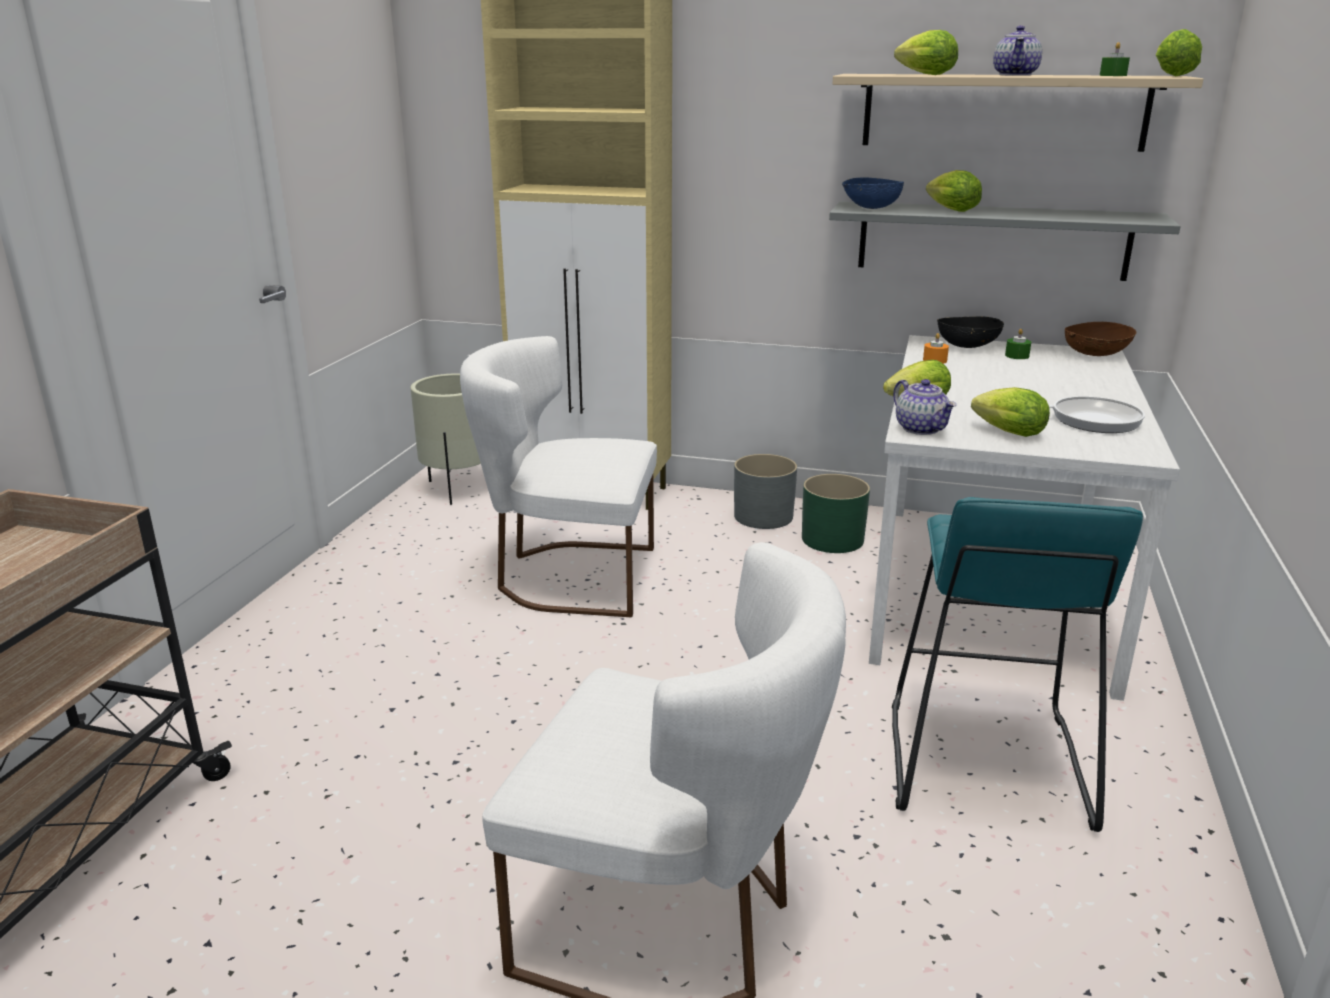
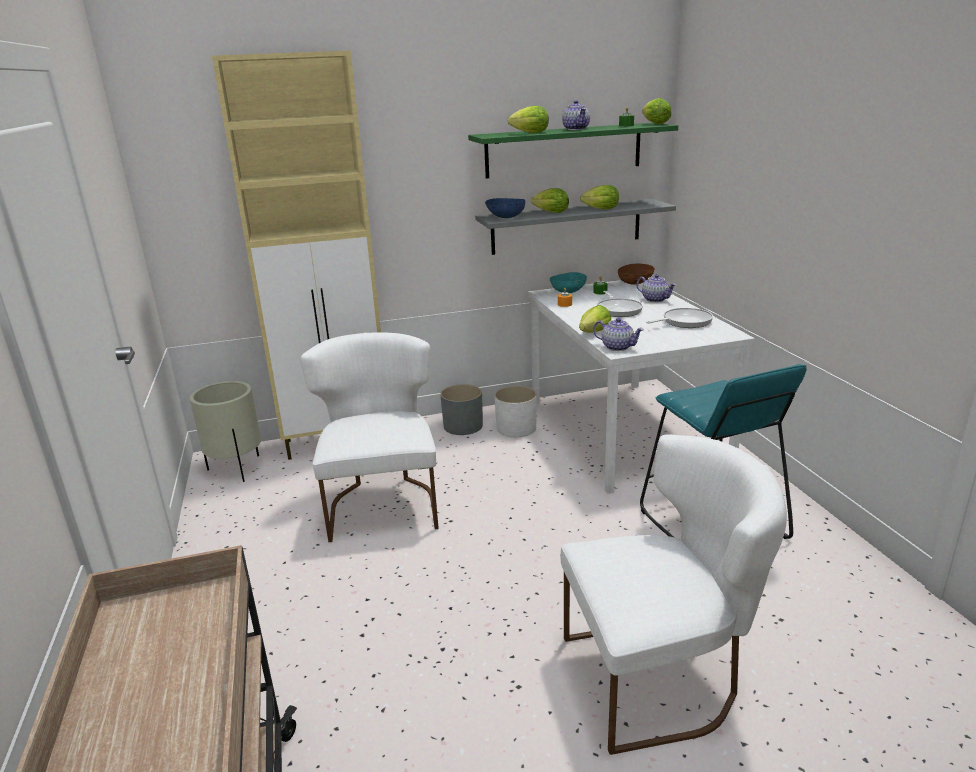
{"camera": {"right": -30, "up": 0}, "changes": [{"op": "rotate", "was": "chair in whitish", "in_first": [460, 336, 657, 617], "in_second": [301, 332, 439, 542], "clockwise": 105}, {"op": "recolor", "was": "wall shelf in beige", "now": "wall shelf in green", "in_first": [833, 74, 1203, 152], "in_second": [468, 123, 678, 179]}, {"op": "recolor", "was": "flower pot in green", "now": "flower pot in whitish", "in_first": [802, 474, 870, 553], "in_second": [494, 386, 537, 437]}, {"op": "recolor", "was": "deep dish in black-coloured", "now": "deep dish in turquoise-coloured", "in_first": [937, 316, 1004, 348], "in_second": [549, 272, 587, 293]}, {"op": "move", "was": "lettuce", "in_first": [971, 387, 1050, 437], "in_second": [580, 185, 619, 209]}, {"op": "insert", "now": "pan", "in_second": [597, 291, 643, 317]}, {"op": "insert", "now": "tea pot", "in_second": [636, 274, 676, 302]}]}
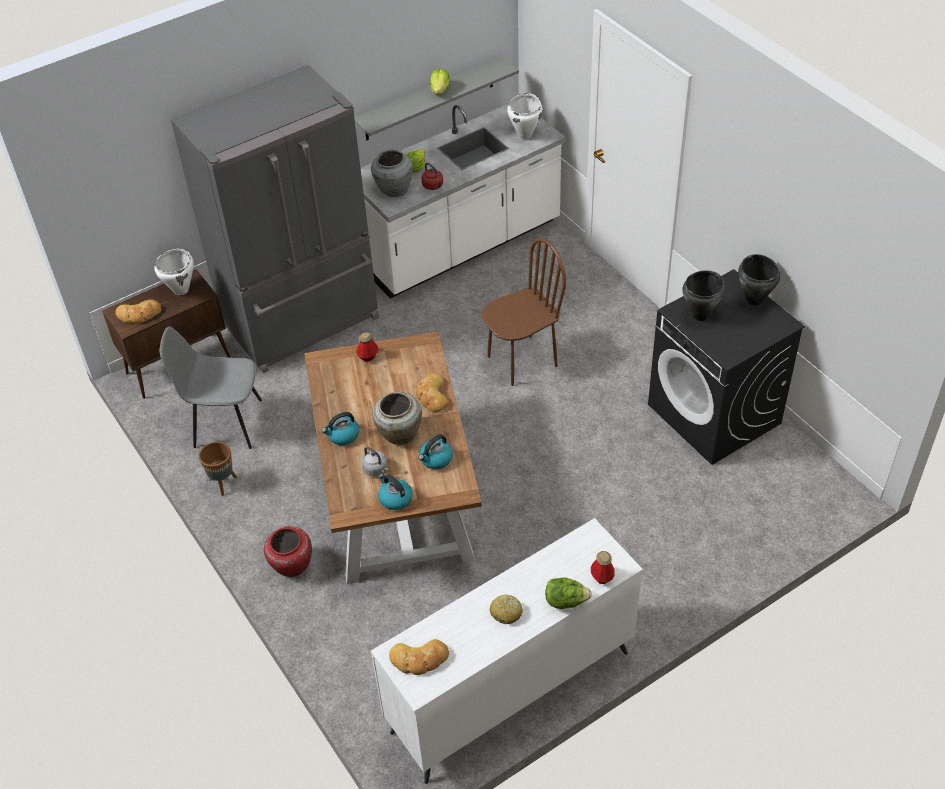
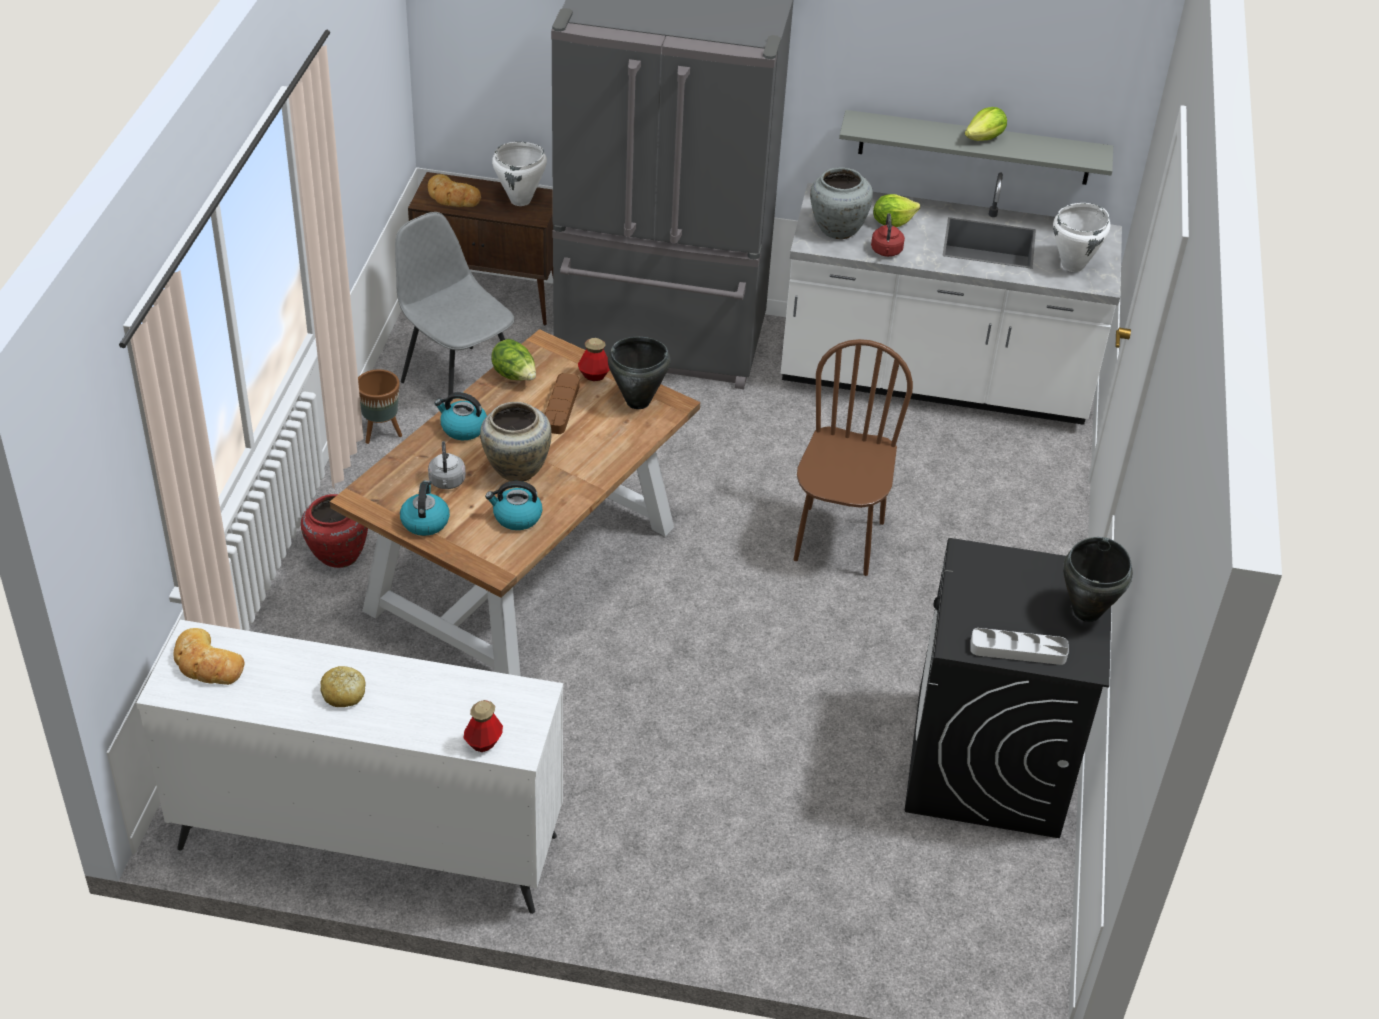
{"camera": {"right": 40, "up": -5}, "changes": [{"op": "move", "was": "lettuce", "in_first": [545, 578, 592, 609], "in_second": [491, 339, 536, 380]}, {"op": "insert", "now": "carrying tray in brown", "in_second": [545, 373, 580, 434]}, {"op": "move", "was": "saucepot in black-coloured", "in_first": [682, 270, 725, 321], "in_second": [608, 337, 671, 409]}, {"op": "rotate", "was": "chair in brown", "in_first": [482, 238, 566, 386], "in_second": [794, 339, 913, 576], "clockwise": -90}, {"op": "insert", "now": "carrying tray in grey", "in_second": [971, 628, 1069, 665]}, {"op": "delete", "was": "bread", "in_first": [416, 373, 449, 413]}]}
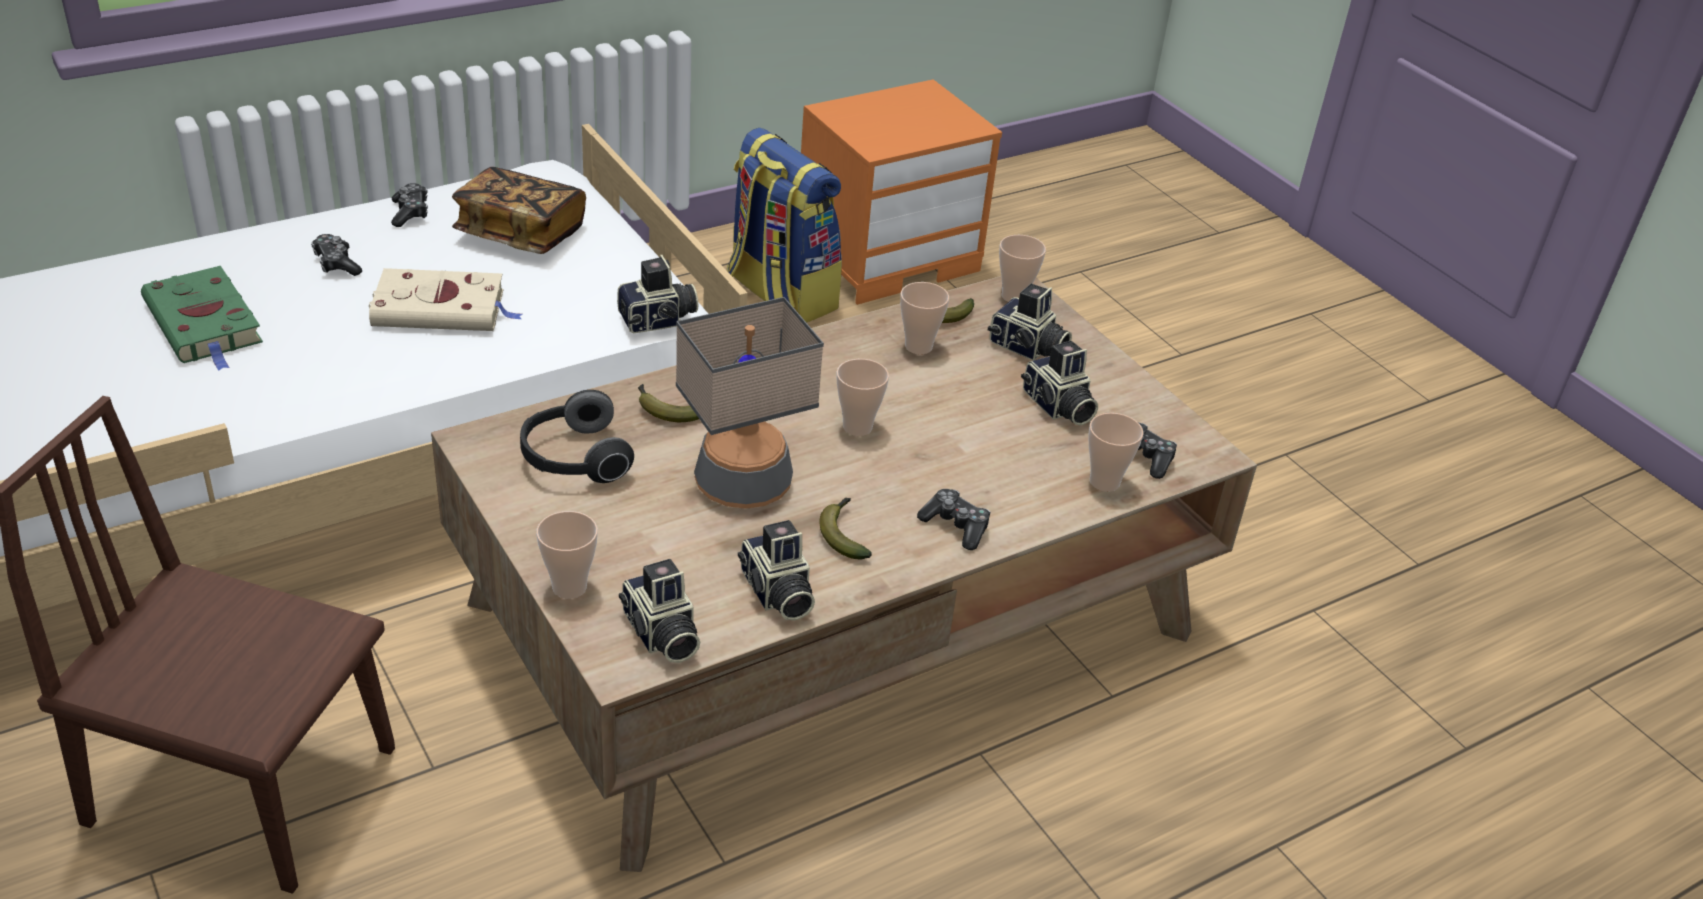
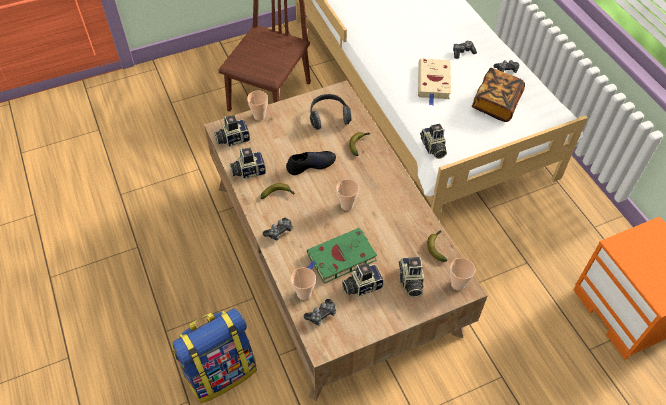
{"camera": {"right": 100, "up": 15}, "changes": [{"op": "move", "was": "backpack", "in_first": [727, 128, 842, 323], "in_second": [172, 308, 257, 404]}, {"op": "replace", "was": "tabletop lamp", "now": "item of footwear in black-coloured", "in_first": [676, 297, 824, 509], "in_second": [286, 151, 336, 175]}, {"op": "move", "was": "book in green", "in_first": [141, 266, 263, 371], "in_second": [305, 228, 377, 283]}, {"op": "rotate", "was": "photo camera", "in_first": [988, 284, 1072, 361], "in_second": [399, 257, 424, 297], "clockwise": -45}, {"op": "delete", "was": "small cup", "in_first": [900, 282, 949, 354]}]}
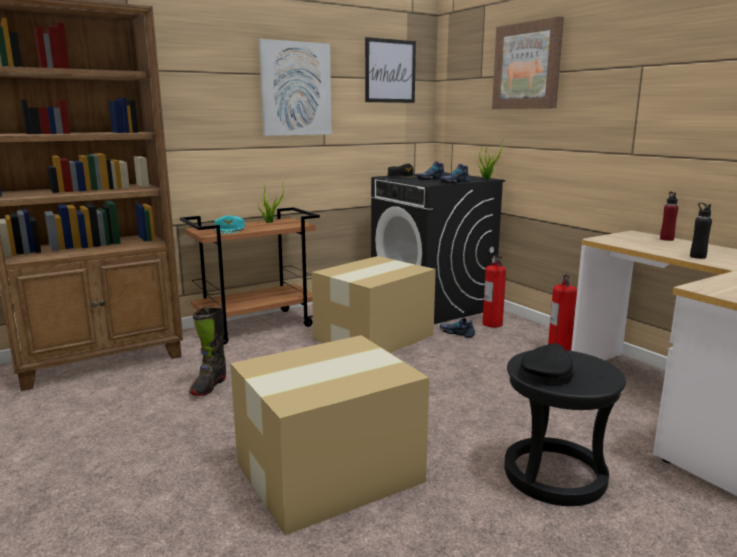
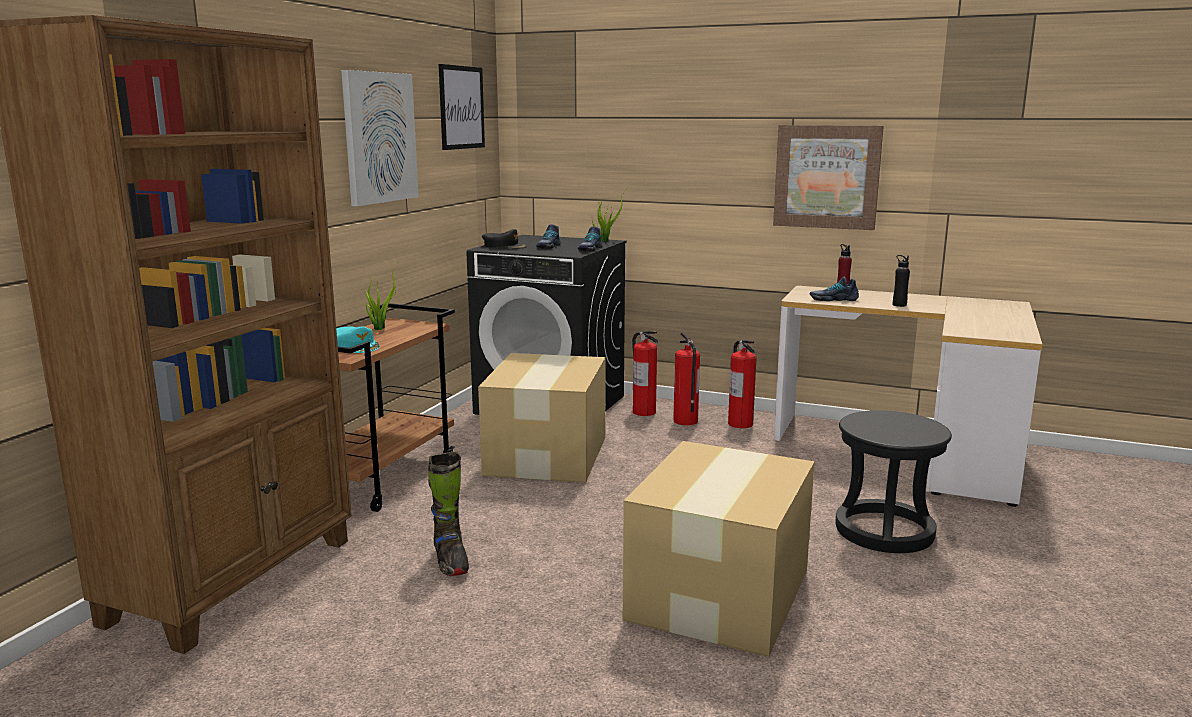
{"camera": {"right": -35, "up": 0}, "changes": [{"op": "insert", "now": "extinguisher", "in_second": [673, 332, 700, 425]}, {"op": "move", "was": "wall picture", "in_first": [492, 16, 564, 109], "in_second": [773, 125, 884, 230]}, {"op": "move", "was": "item of footwear", "in_first": [440, 317, 475, 338], "in_second": [810, 276, 859, 301]}, {"op": "delete", "was": "peaked cap in black-coloured", "in_first": [520, 343, 576, 385]}]}
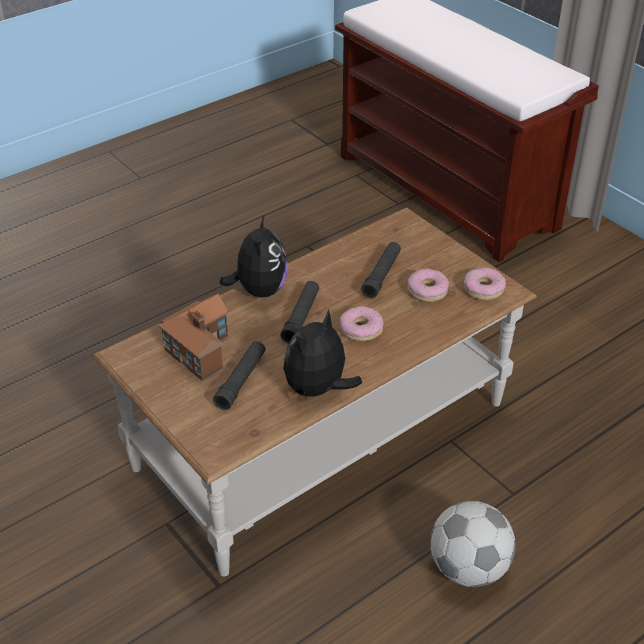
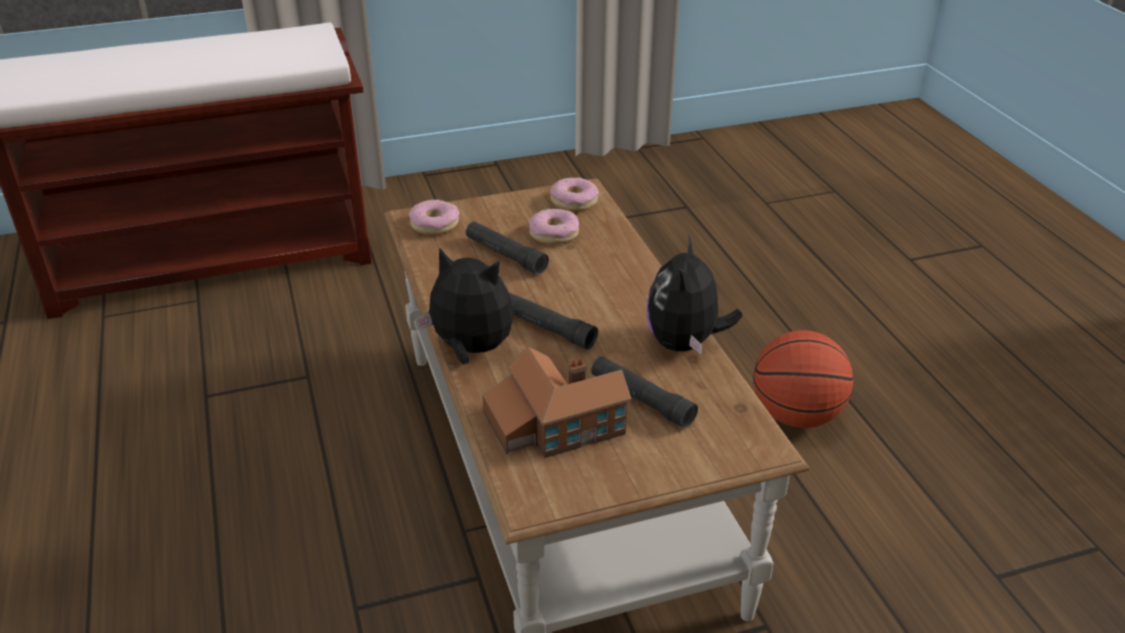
{"camera": {"right": -70, "up": -5}, "changes": [{"op": "move", "was": "ring doughnut", "in_first": [339, 306, 384, 341], "in_second": [409, 199, 459, 235]}, {"op": "rotate", "was": "plush toy", "in_first": [283, 309, 362, 401], "in_second": [647, 234, 742, 355], "clockwise": 45}, {"op": "replace", "was": "ball for football", "now": "basketball", "in_first": [430, 501, 516, 587], "in_second": [753, 330, 853, 428]}]}
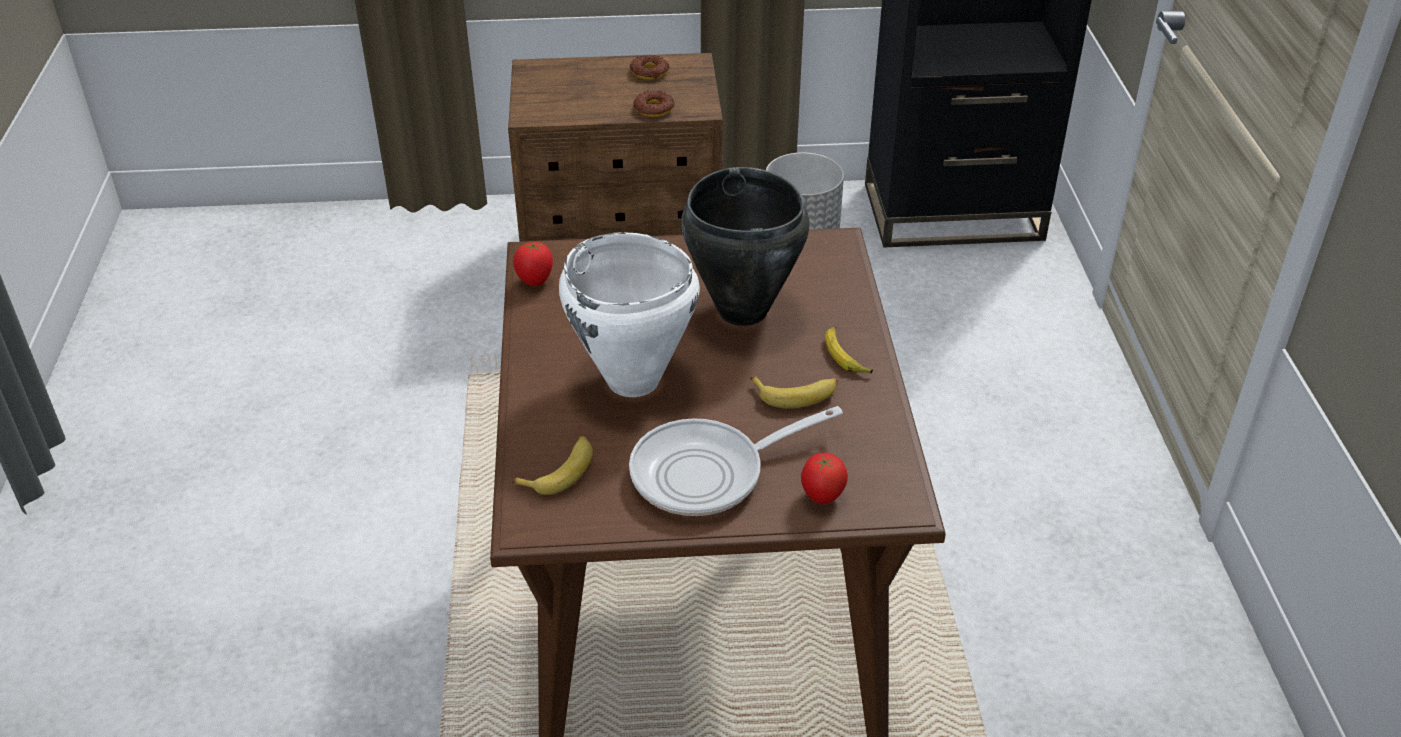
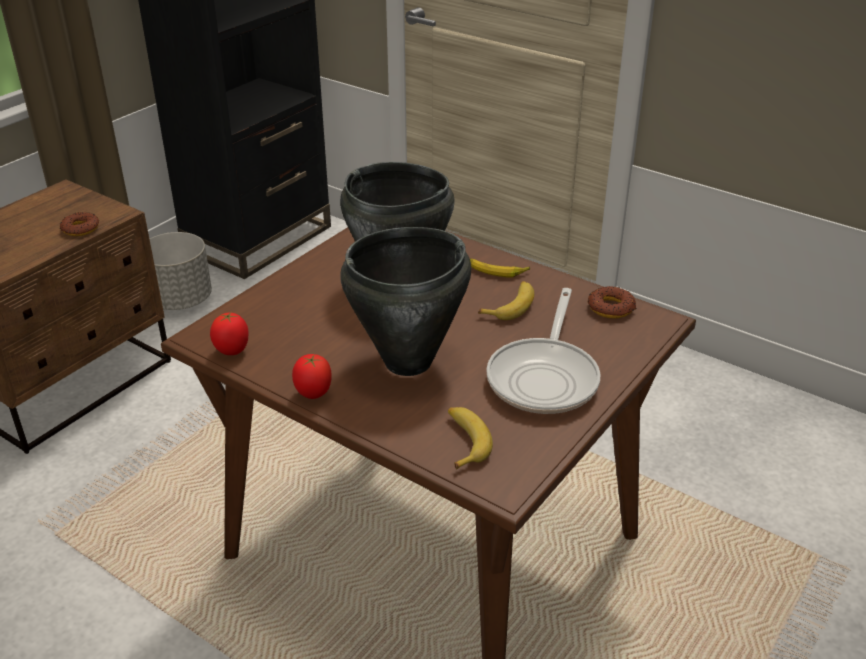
{"camera": {"right": -50, "up": -5}, "changes": [{"op": "move", "was": "whole tomato", "in_first": [801, 453, 848, 504], "in_second": [292, 354, 332, 399]}, {"op": "recolor", "was": "saucepot in whitish", "now": "saucepot in black-coloured", "in_first": [559, 232, 700, 397], "in_second": [340, 227, 471, 376]}, {"op": "move", "was": "ring doughnut", "in_first": [630, 55, 669, 80], "in_second": [588, 286, 636, 318]}]}
